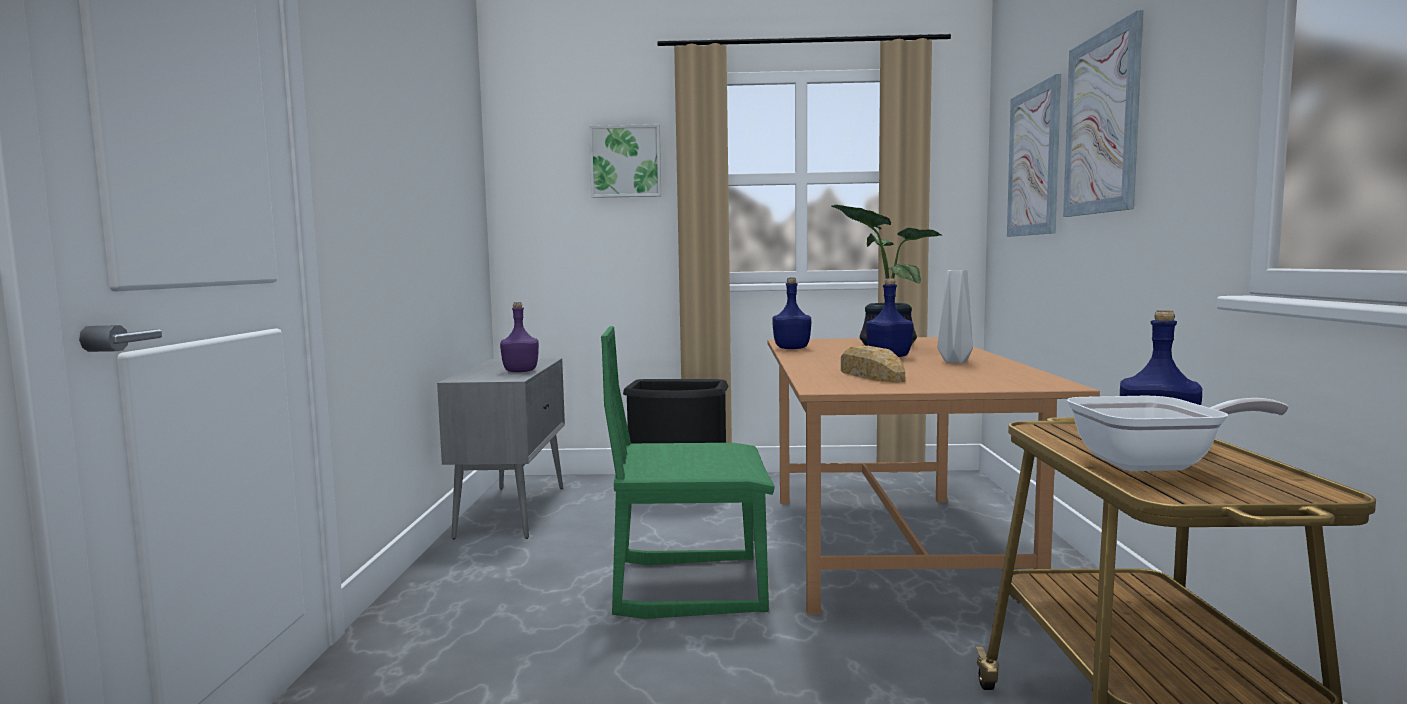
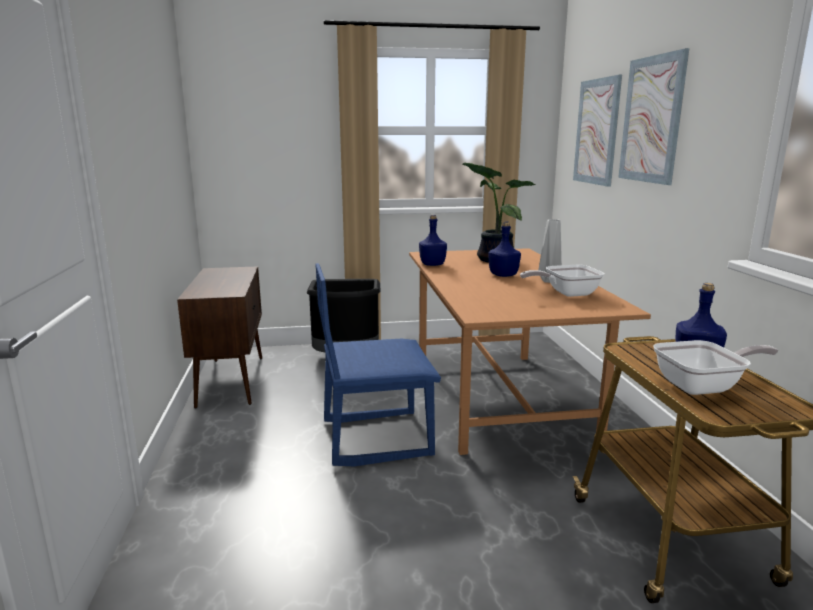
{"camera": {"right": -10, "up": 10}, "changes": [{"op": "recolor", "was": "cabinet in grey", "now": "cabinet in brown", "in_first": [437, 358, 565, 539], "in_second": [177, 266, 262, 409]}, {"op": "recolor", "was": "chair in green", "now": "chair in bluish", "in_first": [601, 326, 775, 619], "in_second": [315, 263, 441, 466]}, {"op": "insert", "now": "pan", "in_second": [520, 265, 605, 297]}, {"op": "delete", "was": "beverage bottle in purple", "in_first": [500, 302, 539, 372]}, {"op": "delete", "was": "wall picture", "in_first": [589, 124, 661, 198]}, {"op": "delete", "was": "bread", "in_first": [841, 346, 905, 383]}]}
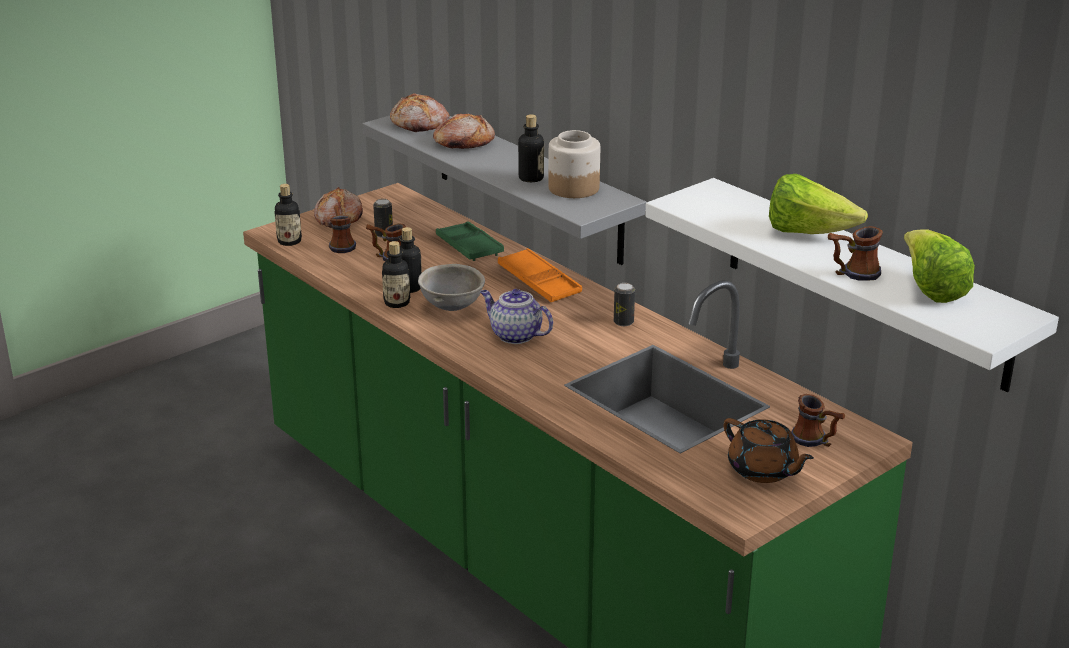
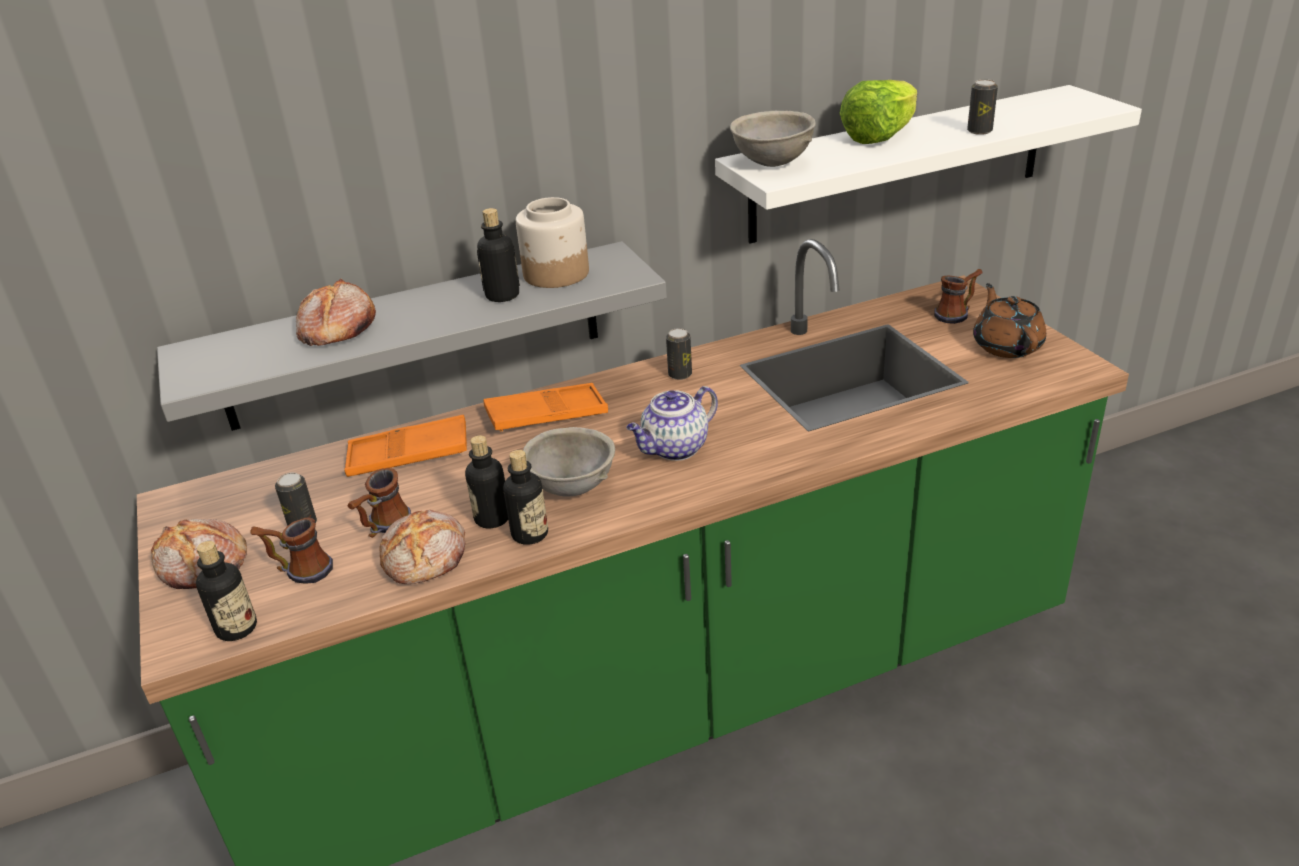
{"camera": {"right": -70, "up": 5}, "changes": [{"op": "recolor", "was": "carrying tray in green", "now": "carrying tray in orangey", "in_first": [436, 221, 504, 261], "in_second": [344, 415, 467, 477]}, {"op": "move", "was": "bread", "in_first": [390, 93, 450, 132], "in_second": [380, 510, 465, 584]}, {"op": "insert", "now": "deep dish in grey", "in_second": [730, 111, 816, 167]}, {"op": "replace", "was": "tea mug", "now": "metal can", "in_first": [828, 226, 883, 281], "in_second": [967, 79, 998, 135]}, {"op": "rotate", "was": "tea pot in brown", "in_first": [723, 418, 814, 483], "in_second": [973, 283, 1046, 358], "clockwise": -75}, {"op": "delete", "was": "lettuce", "in_first": [904, 229, 975, 303]}]}
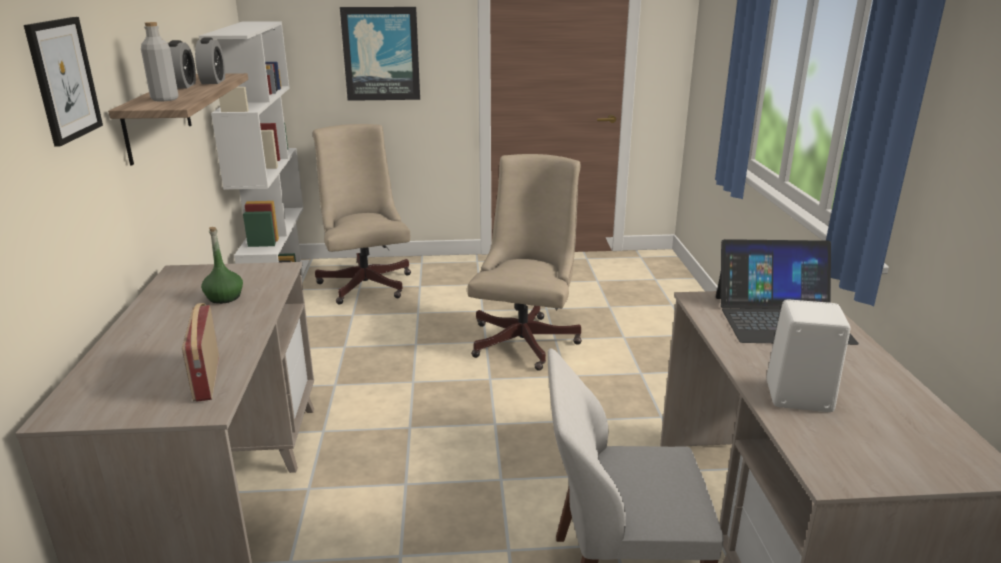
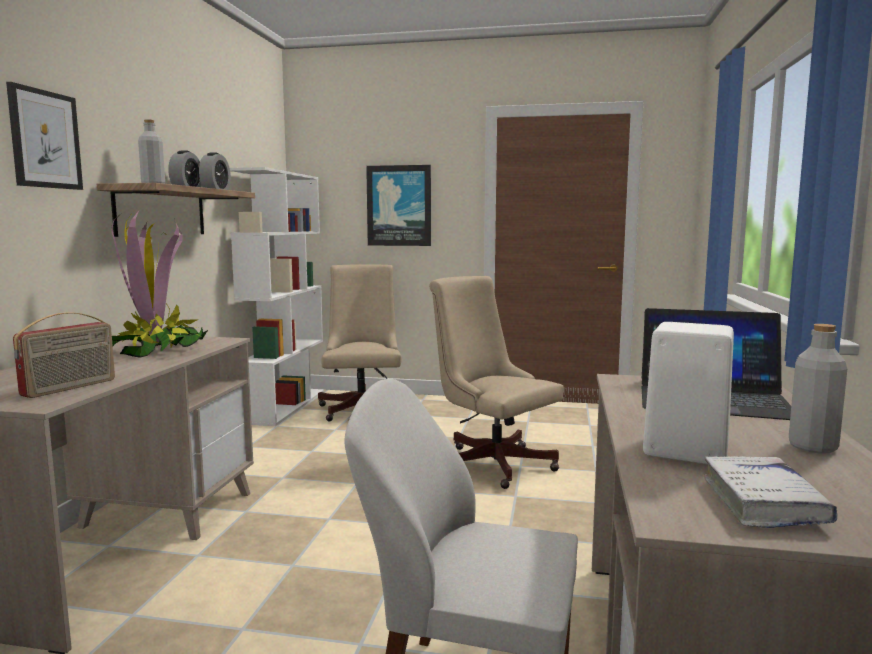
{"camera": {"right": 15, "up": -15}, "changes": [{"op": "rotate", "was": "radio set", "in_first": [182, 303, 219, 402], "in_second": [13, 312, 115, 398], "clockwise": -150}, {"op": "replace", "was": "beverage bottle in green", "now": "potted plant", "in_first": [201, 227, 243, 304], "in_second": [111, 211, 208, 358]}, {"op": "rotate", "was": "computer chair in beige", "in_first": [467, 154, 582, 371], "in_second": [429, 276, 564, 489], "clockwise": -75}, {"op": "insert", "now": "book in whitish", "in_second": [704, 456, 837, 528]}, {"op": "insert", "now": "beverage bottle in grey", "in_second": [789, 324, 847, 454]}]}
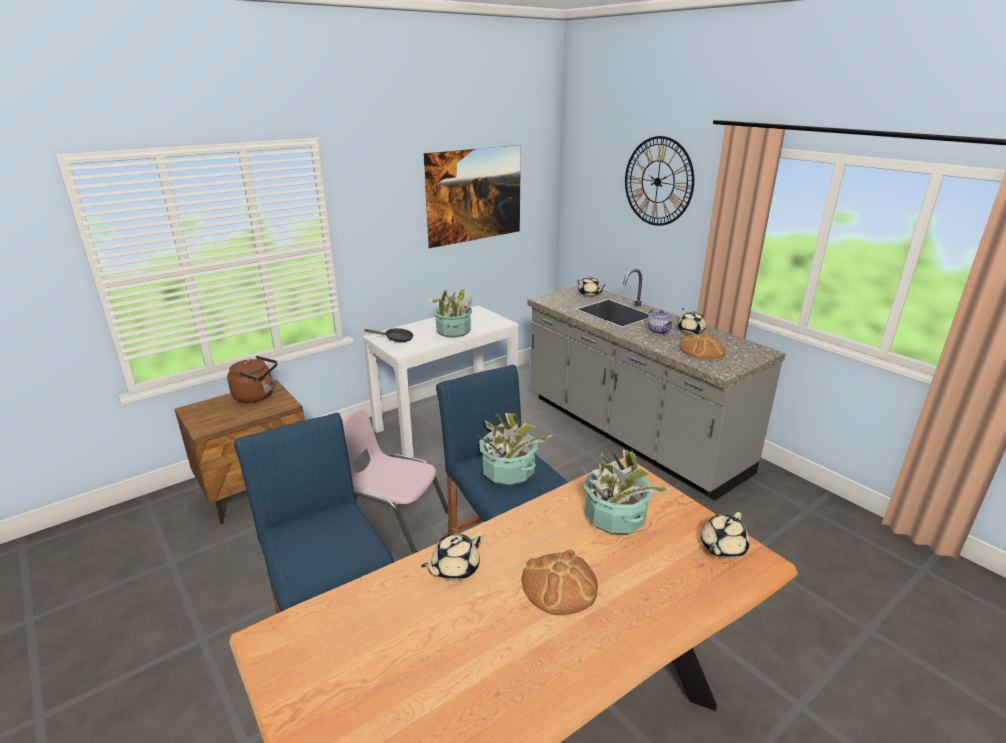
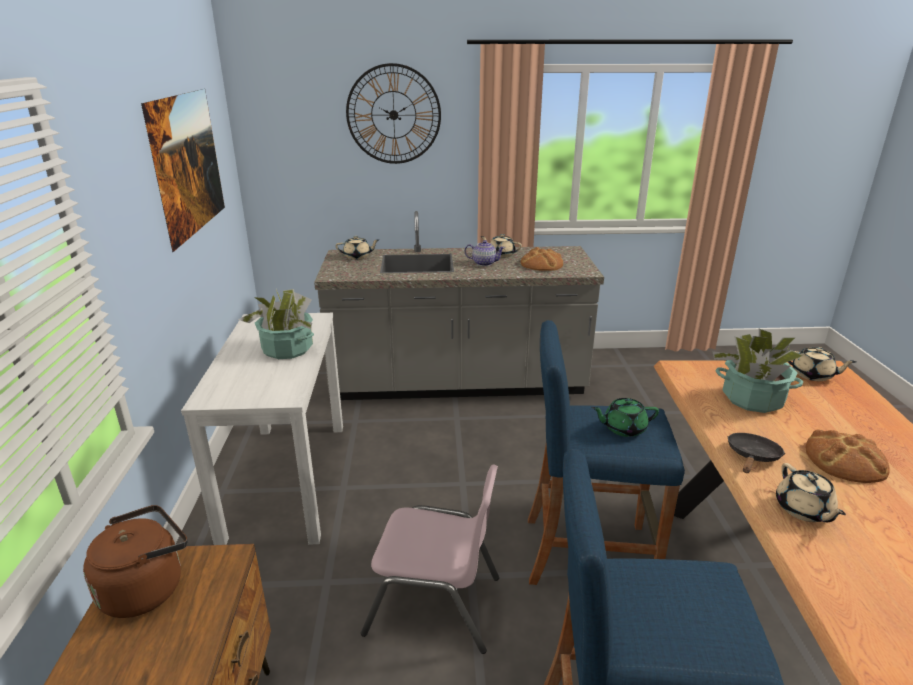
{"camera": {"right": -55, "up": 0}, "changes": [{"op": "rotate", "was": "chair in pink", "in_first": [342, 408, 448, 554], "in_second": [361, 464, 499, 654], "clockwise": -135}, {"op": "replace", "was": "potted plant", "now": "tea pot in green", "in_first": [475, 410, 552, 486], "in_second": [592, 398, 659, 437]}, {"op": "move", "was": "pan in black-coloured", "in_first": [364, 328, 414, 342], "in_second": [727, 433, 785, 473]}, {"op": "rotate", "was": "tea pot in beige", "in_first": [701, 512, 749, 559], "in_second": [788, 347, 856, 381], "clockwise": -45}]}
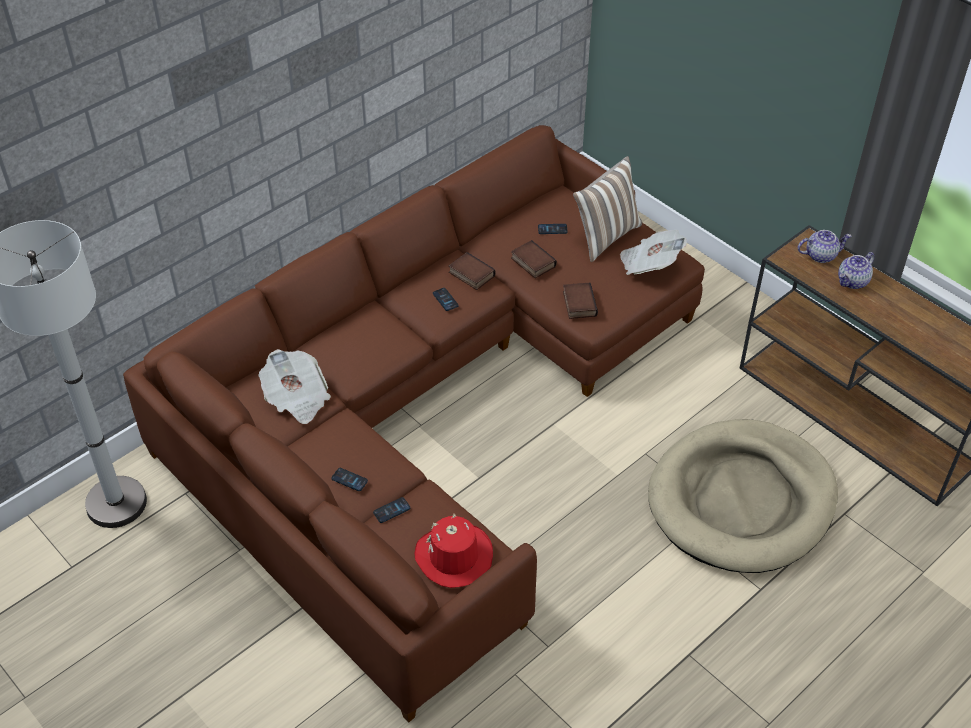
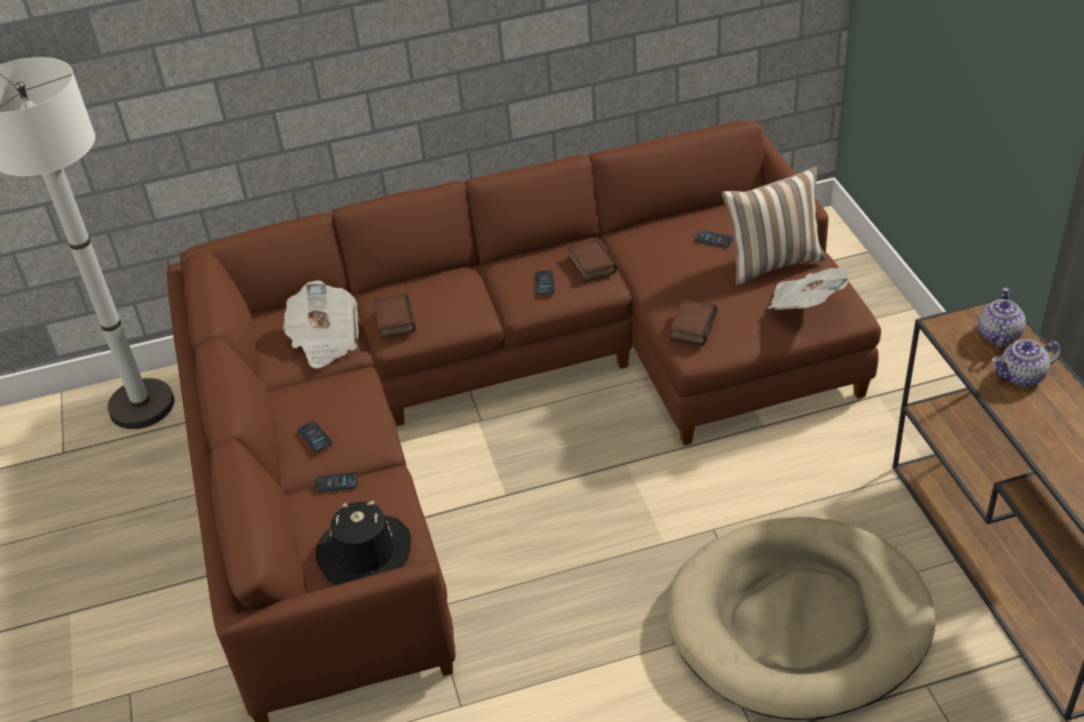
{"camera": {"right": 30, "up": -5}, "changes": [{"op": "recolor", "was": "hat in reddish", "now": "hat in black-coloured", "in_first": [415, 514, 493, 588], "in_second": [316, 500, 411, 585]}, {"op": "move", "was": "book", "in_first": [511, 240, 557, 278], "in_second": [373, 294, 415, 338]}, {"op": "rotate", "was": "tea pot", "in_first": [798, 230, 852, 263], "in_second": [978, 288, 1026, 348], "clockwise": -90}]}
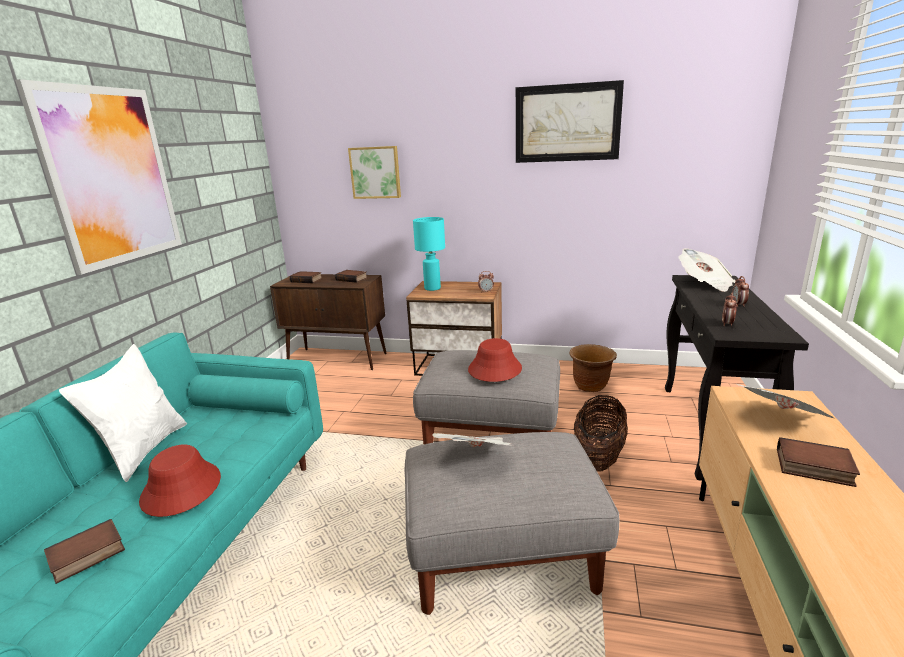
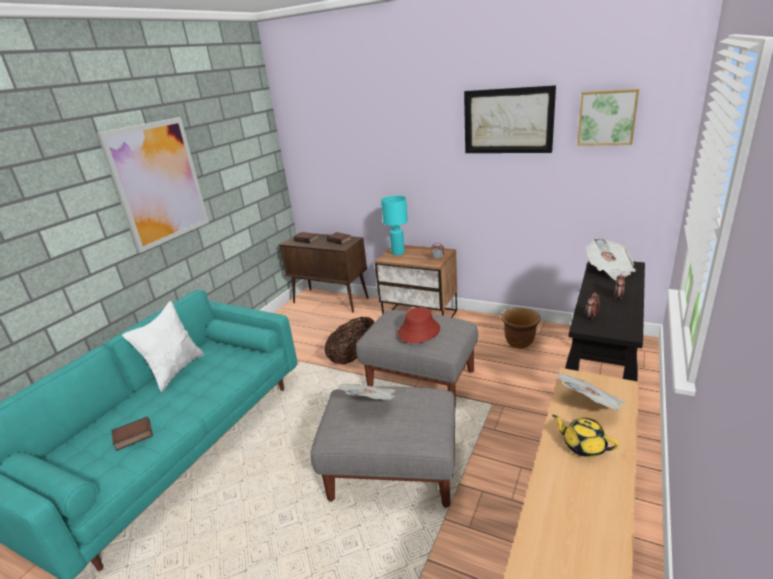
{"camera": {"right": 15, "up": 5}, "changes": [{"op": "move", "was": "storage basket", "in_first": [574, 395, 628, 472], "in_second": [325, 316, 375, 365]}, {"op": "replace", "was": "book", "now": "tea pot in yellow-coloured", "in_first": [777, 437, 860, 487], "in_second": [552, 415, 619, 457]}, {"op": "move", "was": "wall picture", "in_first": [348, 146, 401, 199], "in_second": [577, 89, 639, 146]}, {"op": "delete", "was": "hat in reddish", "in_first": [139, 444, 221, 517]}]}
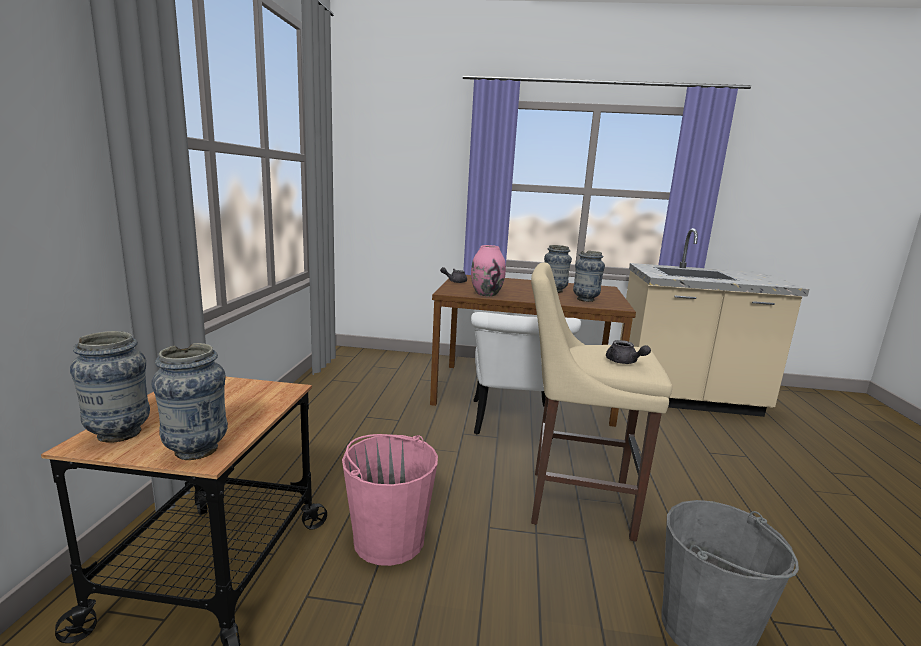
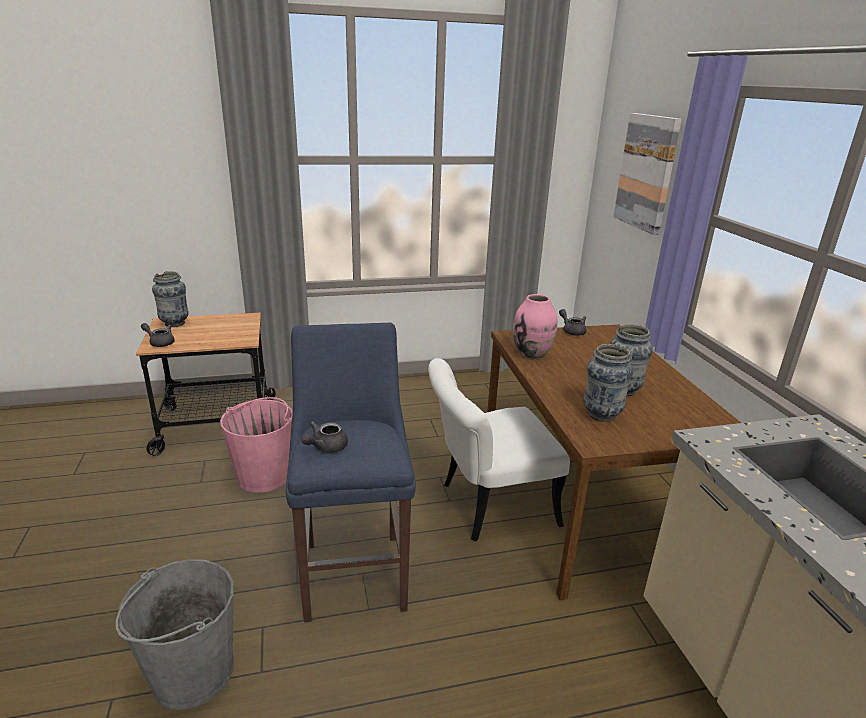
{"camera": {"right": 70, "up": 10}, "changes": [{"op": "replace", "was": "vase", "now": "tea pot in grey", "in_first": [151, 343, 228, 460], "in_second": [141, 323, 175, 347]}, {"op": "recolor", "was": "stool in beige", "now": "stool in bluish", "in_first": [531, 262, 672, 542], "in_second": [286, 323, 416, 623]}, {"op": "insert", "now": "wall picture", "in_second": [613, 113, 682, 235]}]}
